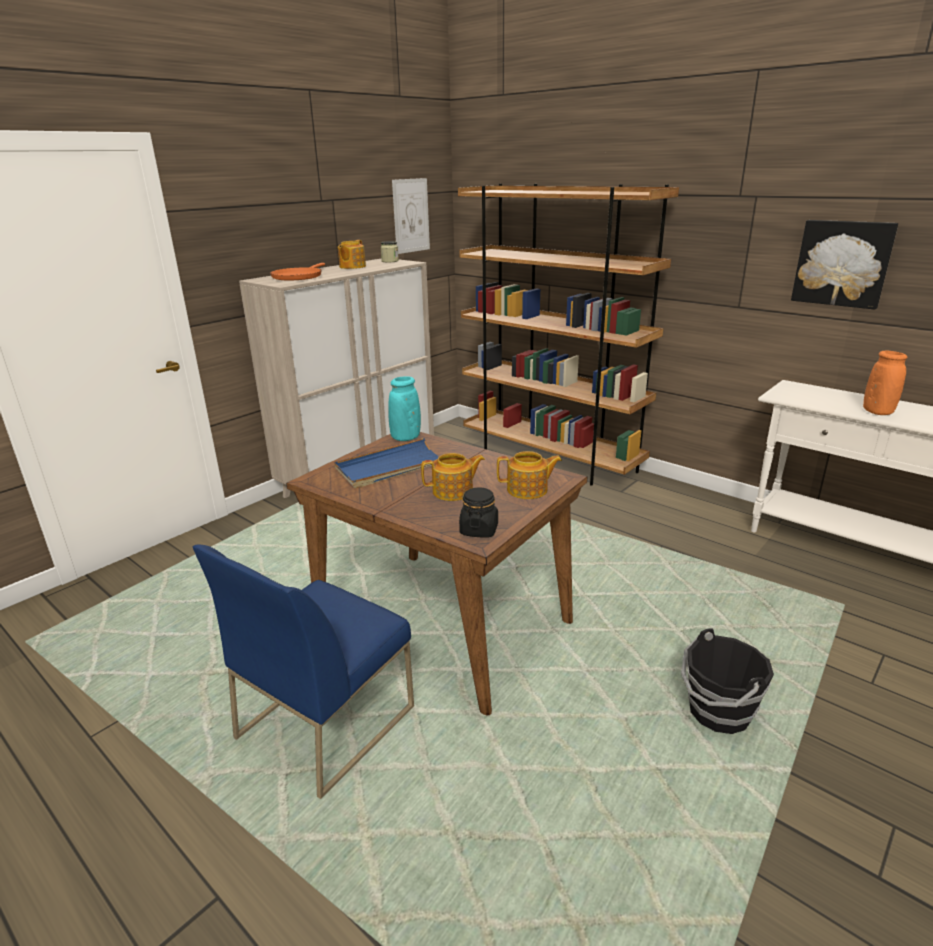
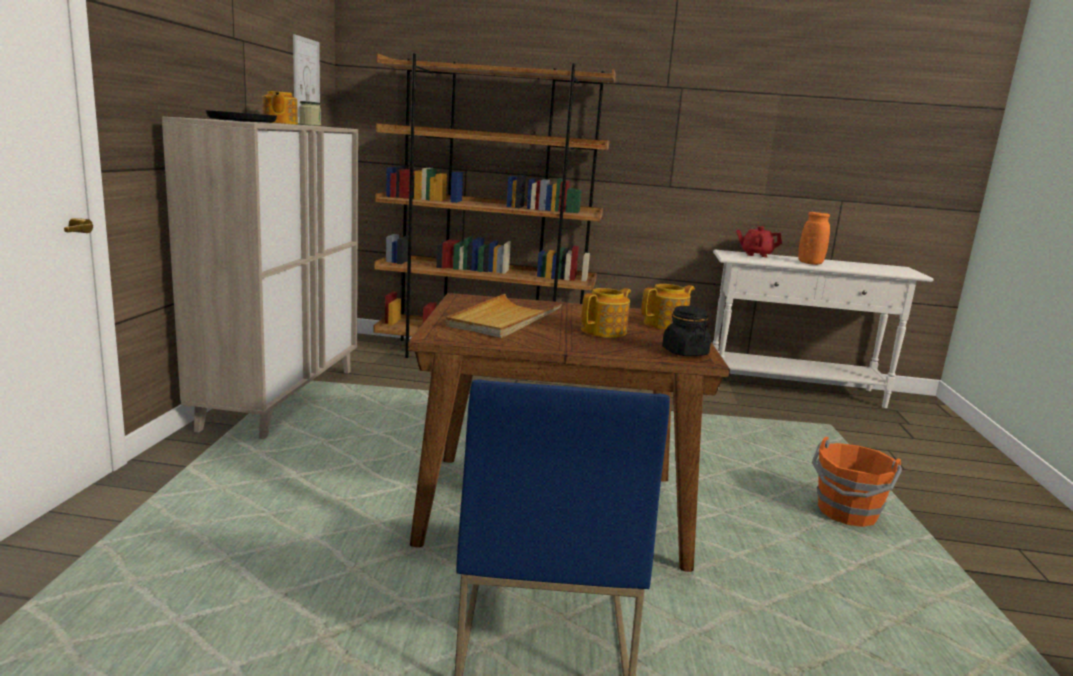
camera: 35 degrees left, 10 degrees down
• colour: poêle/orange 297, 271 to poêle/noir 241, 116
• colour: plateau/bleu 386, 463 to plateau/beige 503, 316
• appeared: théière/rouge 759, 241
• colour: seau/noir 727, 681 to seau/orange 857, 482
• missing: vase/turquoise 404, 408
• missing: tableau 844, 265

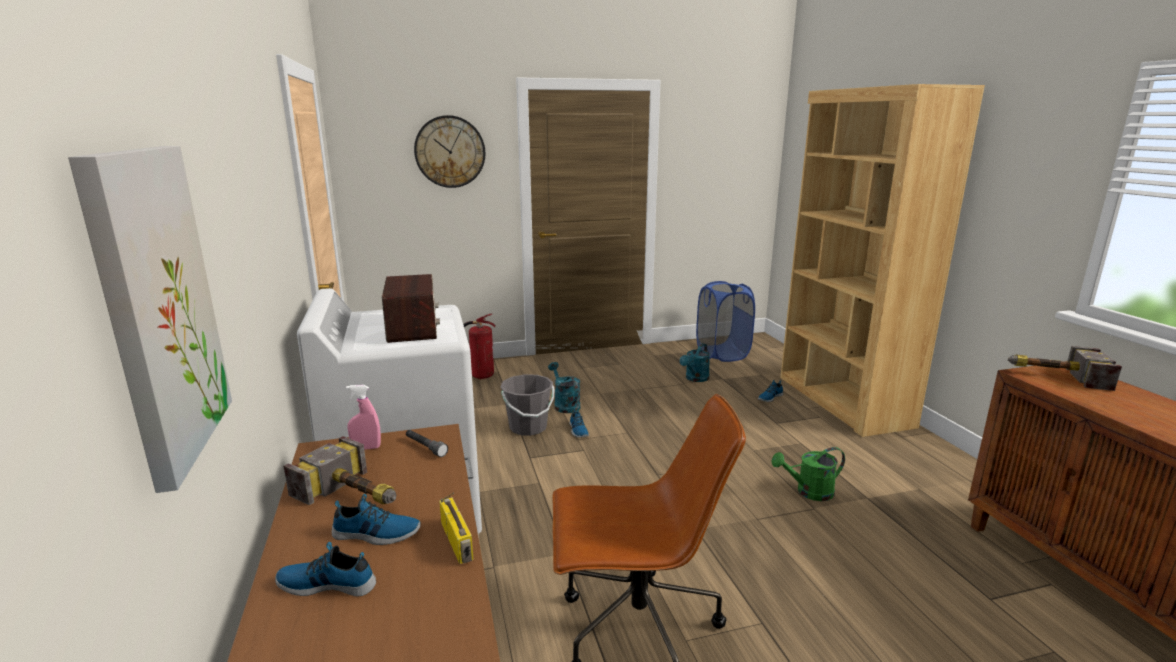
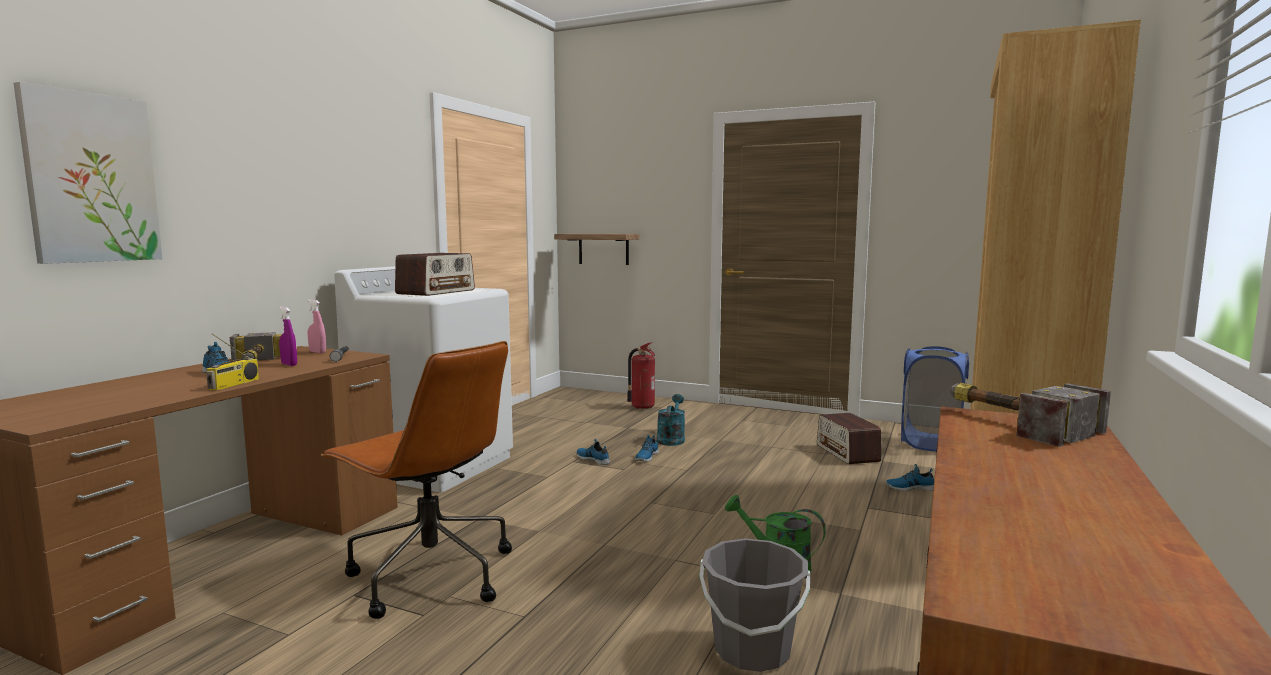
camera: 40 degrees right, 10 degrees down
• appeared: vaporisateur/violet 288, 336
• appeared: étagère 596, 249
• relocated: chaussure 325, 569 to 593, 452
• relocated: seau/gris 527, 405 to 754, 605
• exchanged: arrosoir/turquoise 695, 362 to radio 849, 438
• missing: horloge murale 449, 151

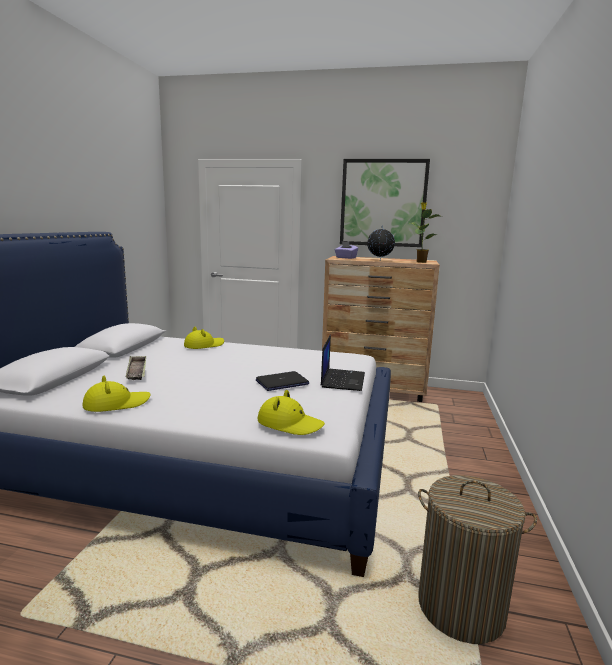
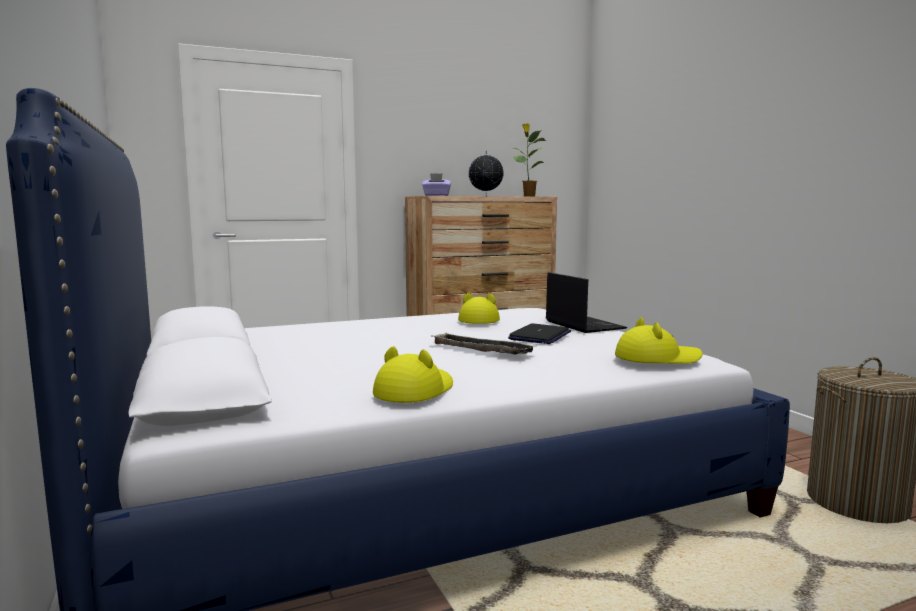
camera: 35 degrees left, 5 degrees down
• relocated: plateau 136, 368 to 483, 343
• relocated: chapeau/jaune 204, 338 to 479, 308
• missing: tableau 385, 203

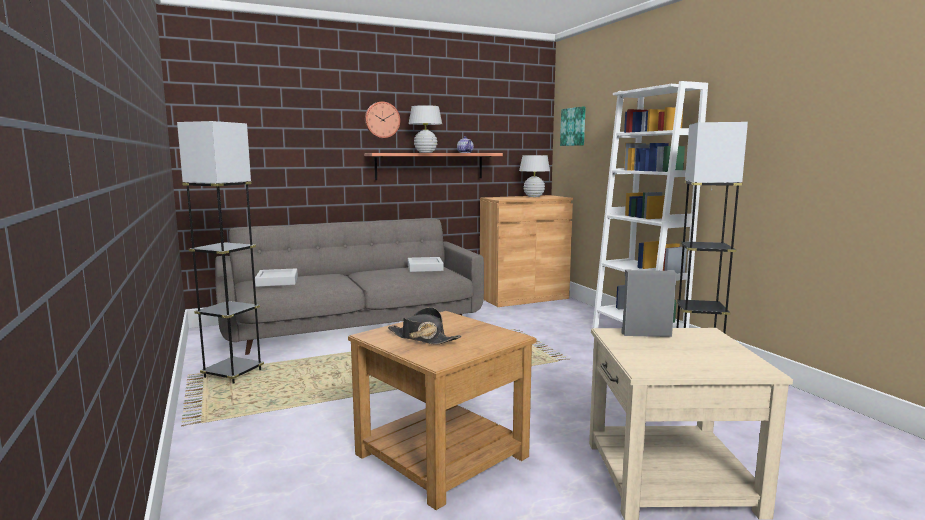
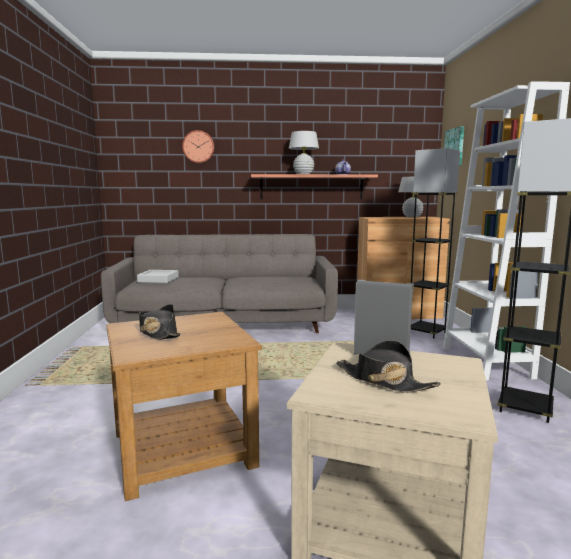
camera: 20 degrees right, 0 degrees up
• relocated: horloge murale 382, 120 to 198, 146
• appeared: chapeau/noir 388, 366
• relocated: lampadaire/gris 220, 252 to 435, 243
• missing: plateau/gris 426, 264

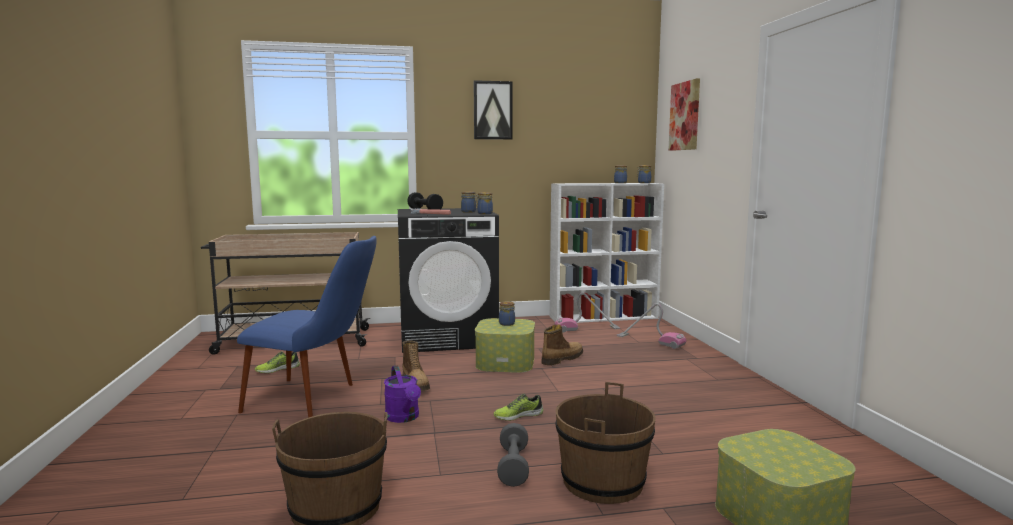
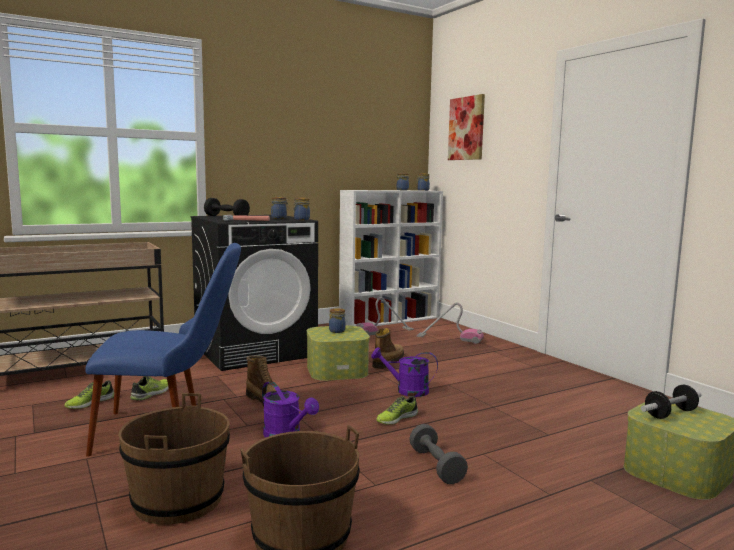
camera: 20 degrees left, 0 degrees up
• relocated: seau/marron 605, 443 to 174, 459
• appeared: chaussure 149, 388
• appeared: arrosoir/violet 404, 372
• appeared: haltère 671, 401
• missing: tableau 493, 110

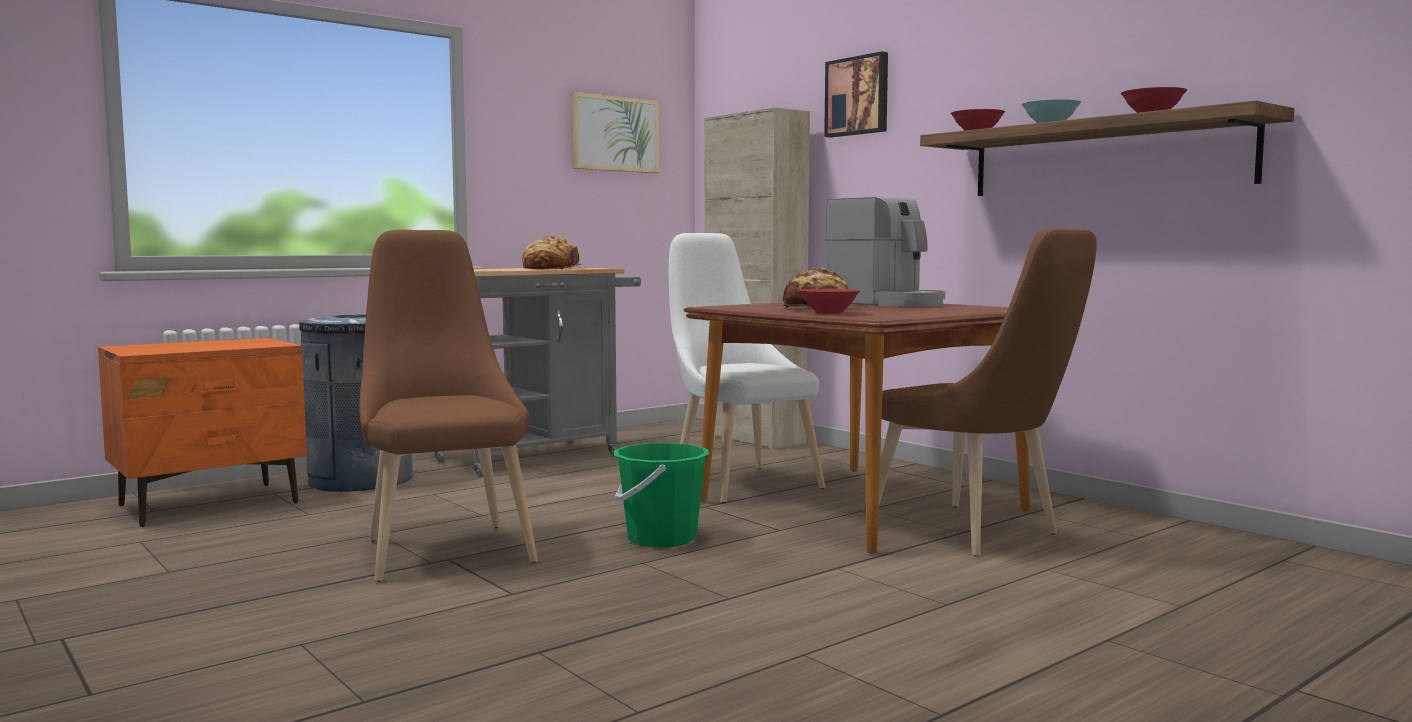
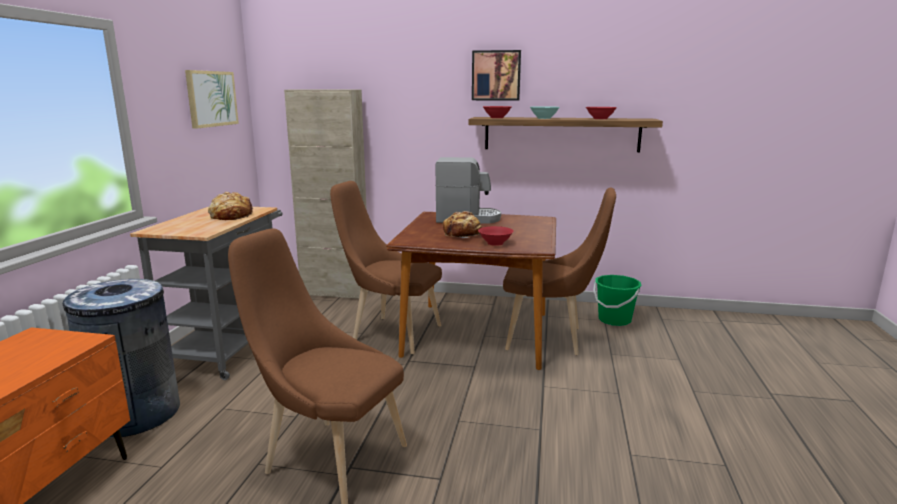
camera: 40 degrees left, 10 degrees up
• colour: chaise/blanc 747, 368 to chaise/marron 386, 267
• relocated: tableau 856, 94 to 496, 75
• relocated: seau/vert 662, 495 to 617, 300

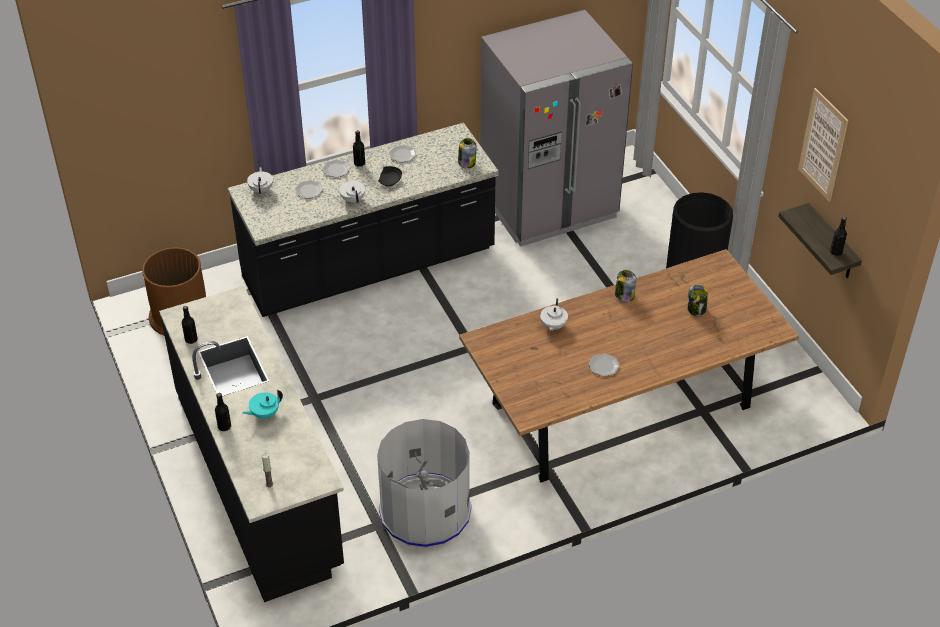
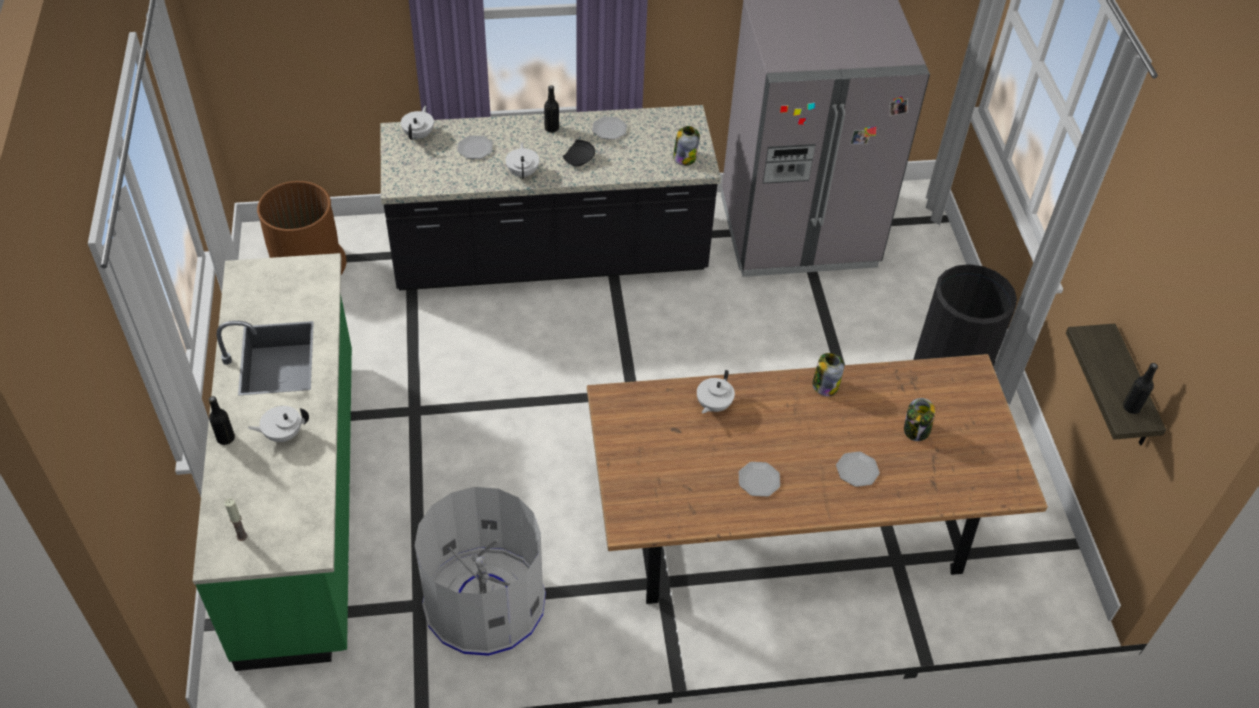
camera: 15 degrees right, 5 degrees up
• colour: comptoir de cuisine/noir 251, 444 to comptoir de cuisine/vert 272, 462
• colour: théière/turquoise 263, 404 to théière/blanc 278, 424
• relocated: assiette 336, 168 to 858, 469
• missing: bouteille/noir 190, 325
• missing: tableau 823, 145

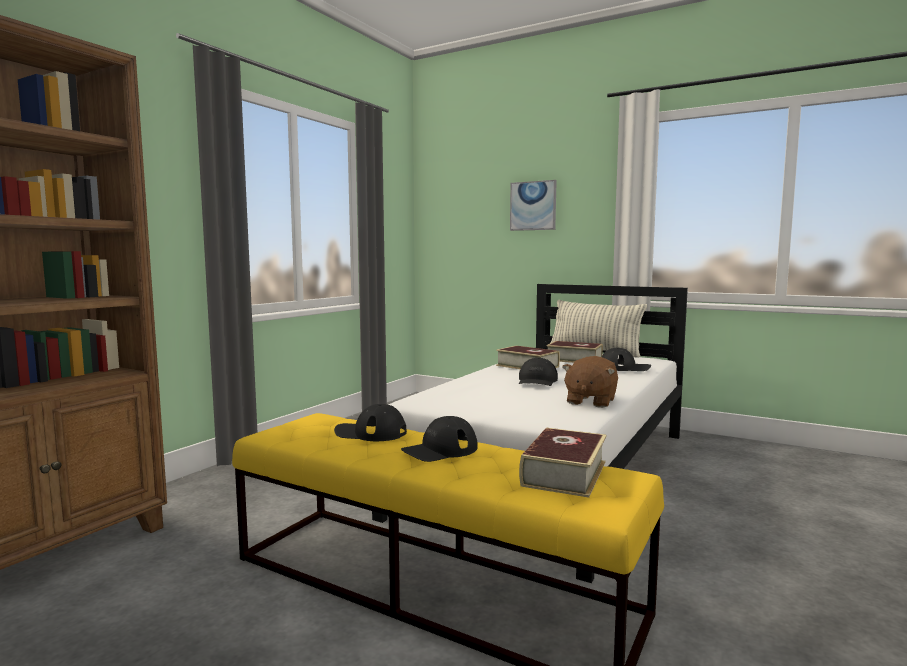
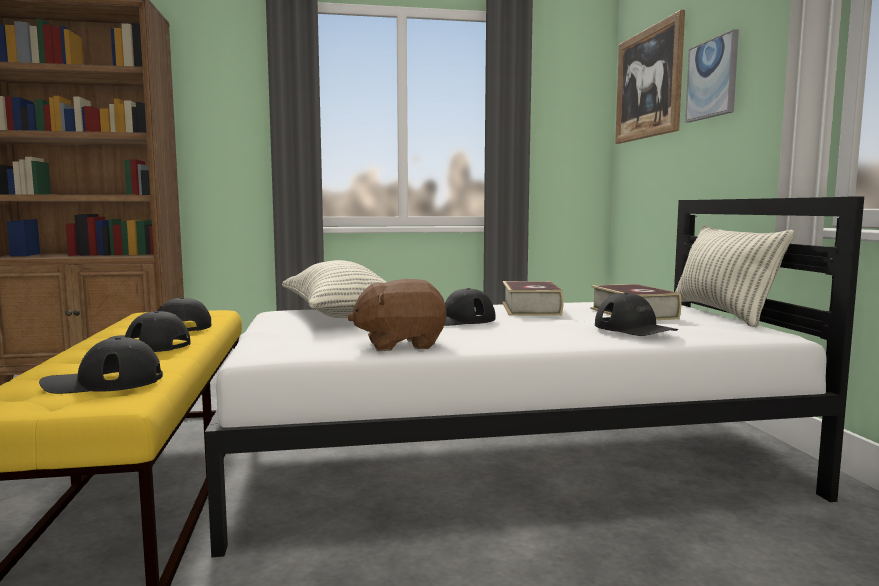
camera: 50 degrees right, 0 degrees up
• exchanged: livre 562, 463 to casquette/noir 101, 365
• appeared: coussin 334, 289
• appeared: tableau 650, 77

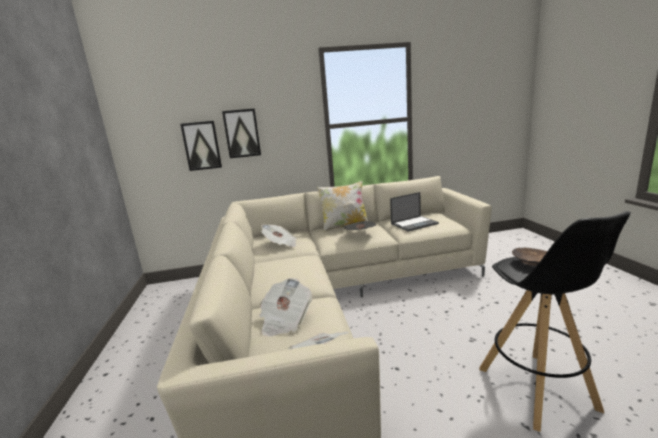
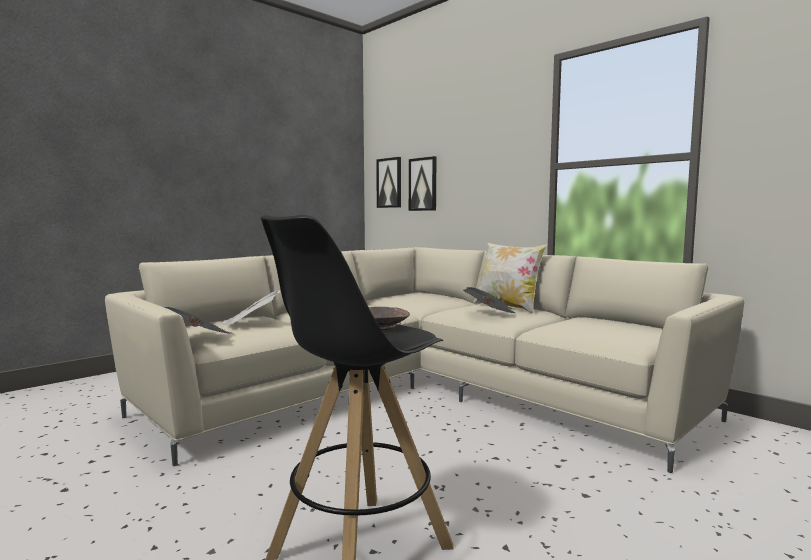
camera: 55 degrees right, 10 degrees down
• relocated: tableau 241, 133 to 388, 182
• missing: journal 279, 236
• missing: ordinateur portable 414, 212

